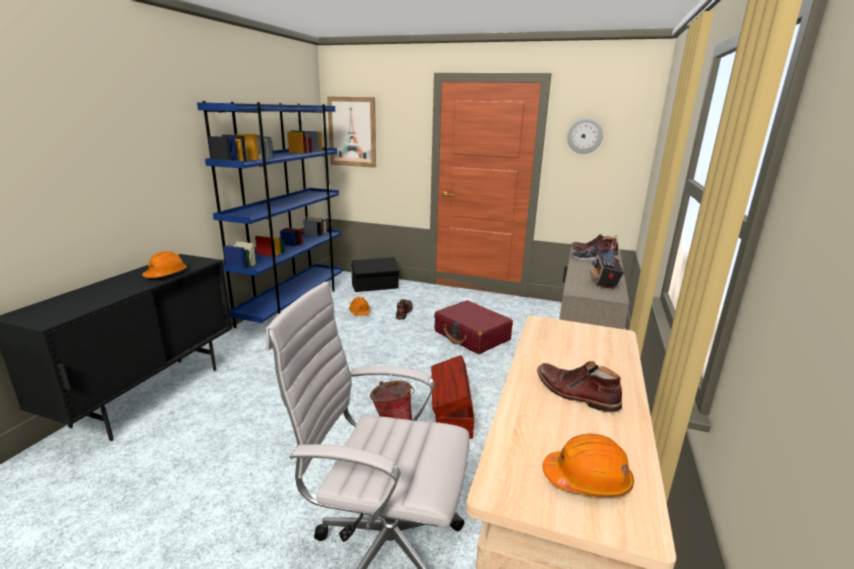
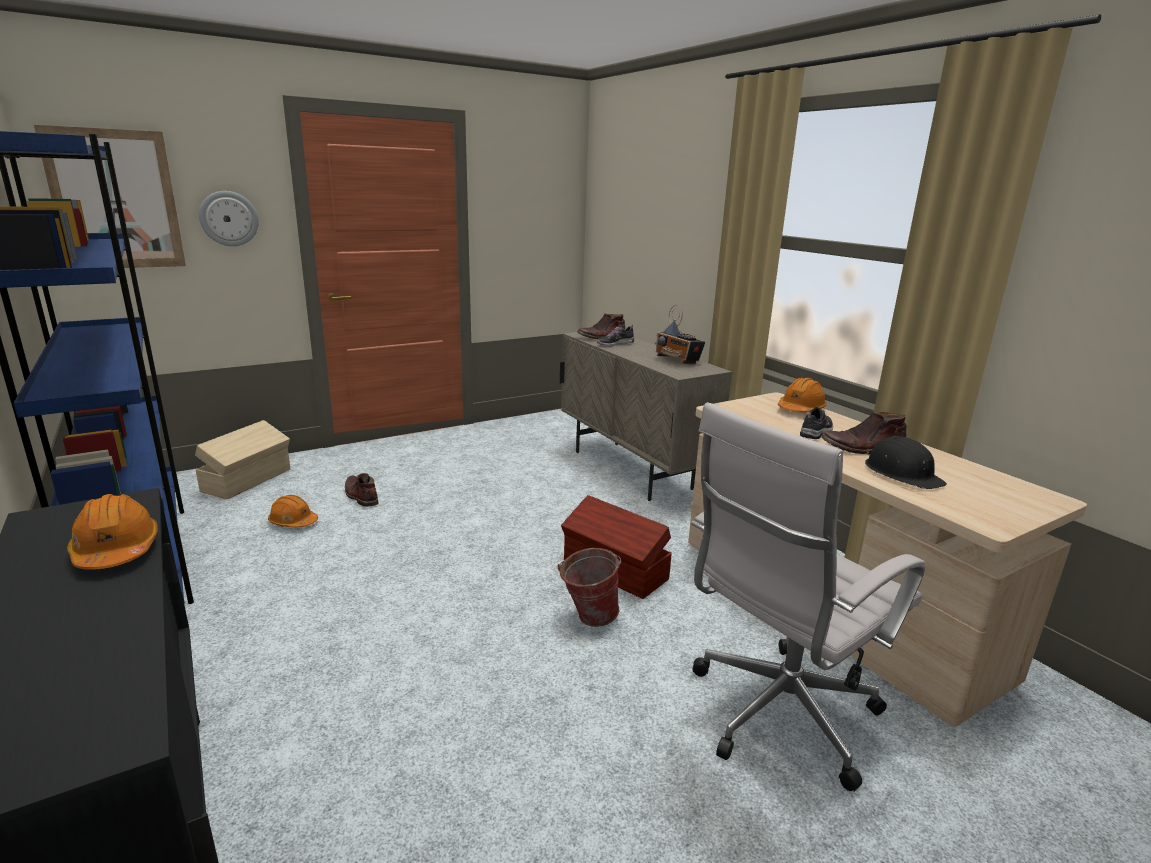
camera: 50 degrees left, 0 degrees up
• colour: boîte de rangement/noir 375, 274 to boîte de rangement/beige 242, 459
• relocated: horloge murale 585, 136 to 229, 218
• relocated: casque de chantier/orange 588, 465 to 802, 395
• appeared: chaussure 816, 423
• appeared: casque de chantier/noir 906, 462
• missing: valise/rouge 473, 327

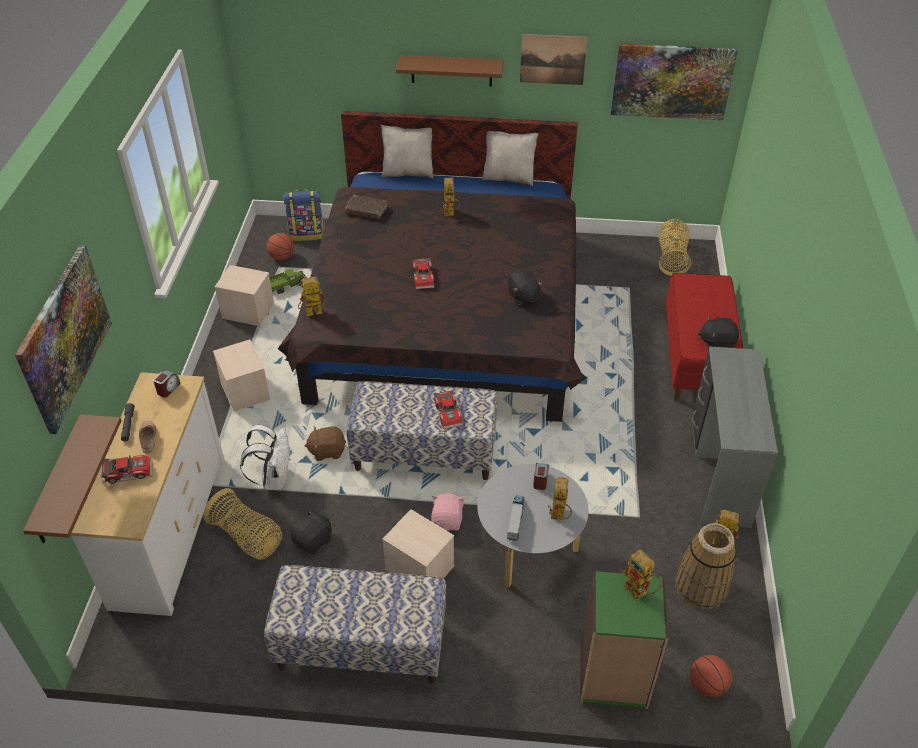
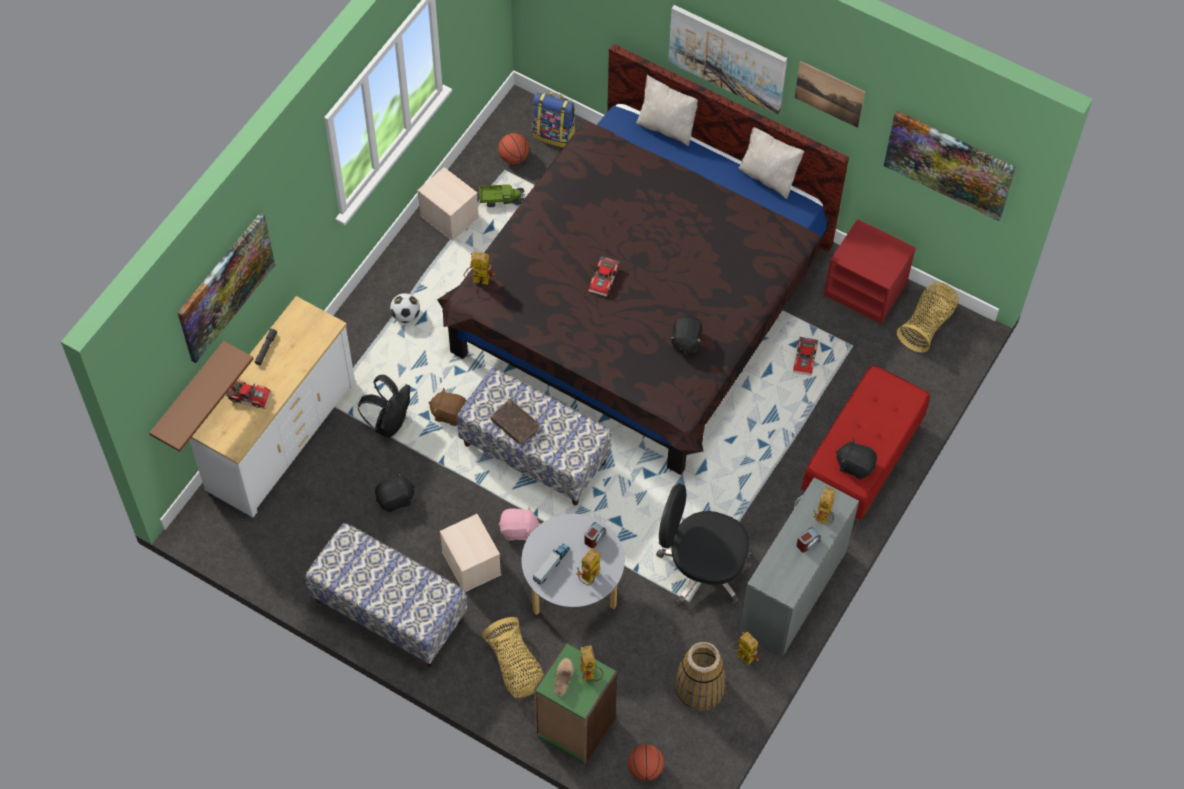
camera: 25 degrees right, 15 degrees up
• colour: sac à dos/blanc 265, 457 to sac à dos/noir 384, 406
• exchanged: boîte de rangement/beige 241, 375 to ballon de foot 405, 308
• relocated: panier 242, 524 to 513, 657
• relocated: livre/marron 366, 206 to 515, 422
• spun: peluche/rose 448, 512 = 519, 523 60 degrees clockwise
• relocated: chaussure/beige 148, 436 to 564, 677
• appeared: chaise de bureau/noir 704, 545
• exchanged: étagère/marron 450, 71 to tableau 727, 59
• relocated: petite voiture 448, 409 to 805, 356
• relocated: réveil 166, 384 to 808, 540
• relocated: robot jouet 451, 197 to 824, 506
• appeared: table de chevet/rouge 870, 271

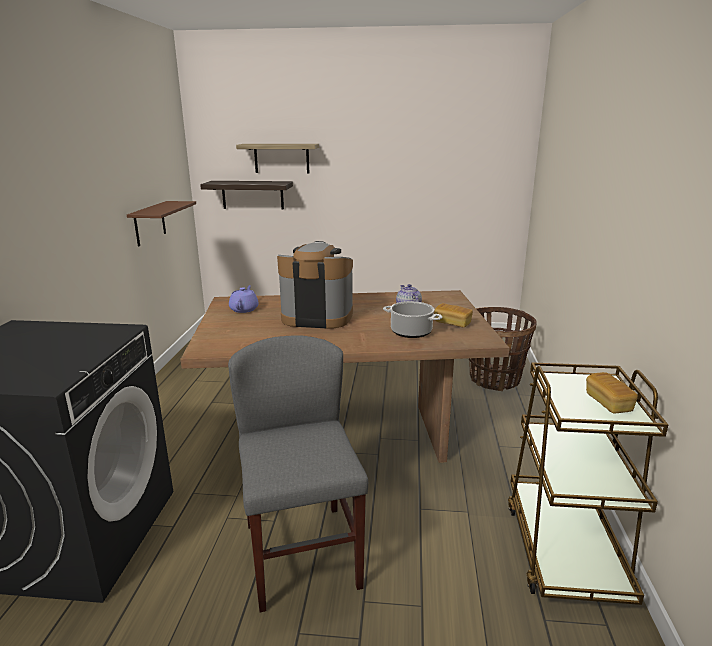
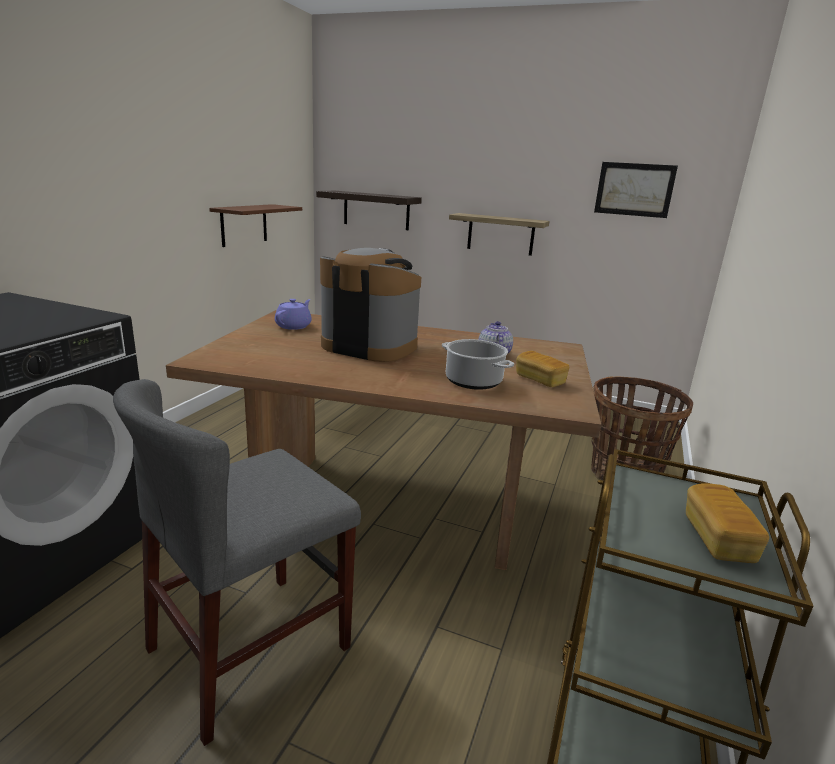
camera: 15 degrees right, 0 degrees up
• spun: chaise/gris 298, 474 = 237, 562 135 degrees counterclockwise
• relocated: étagère 277, 158 to 499, 234
• appeared: tableau 636, 190

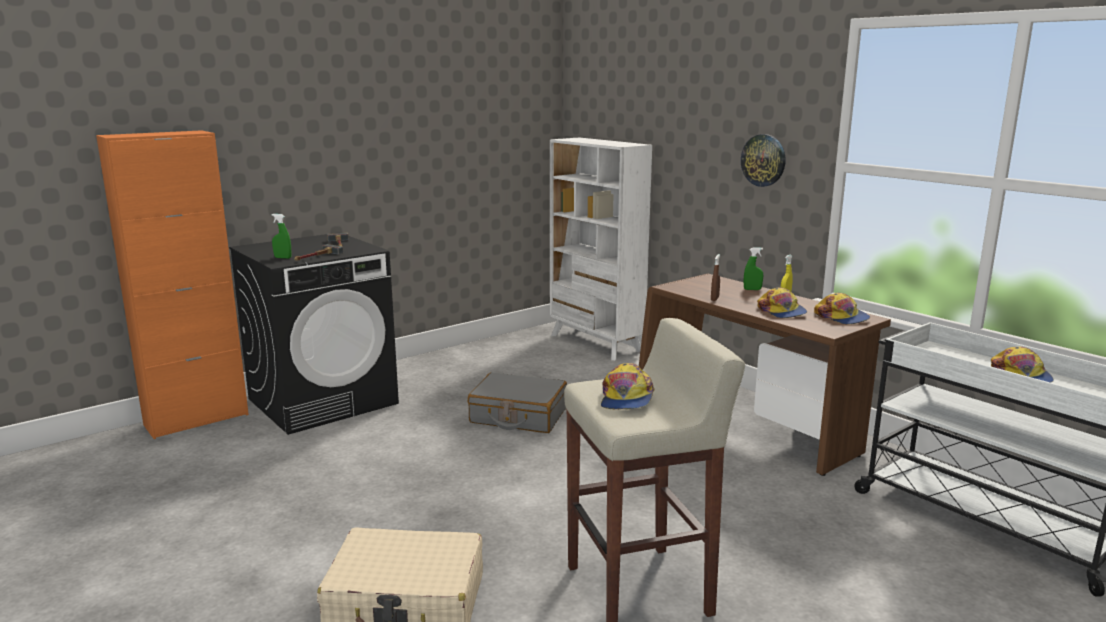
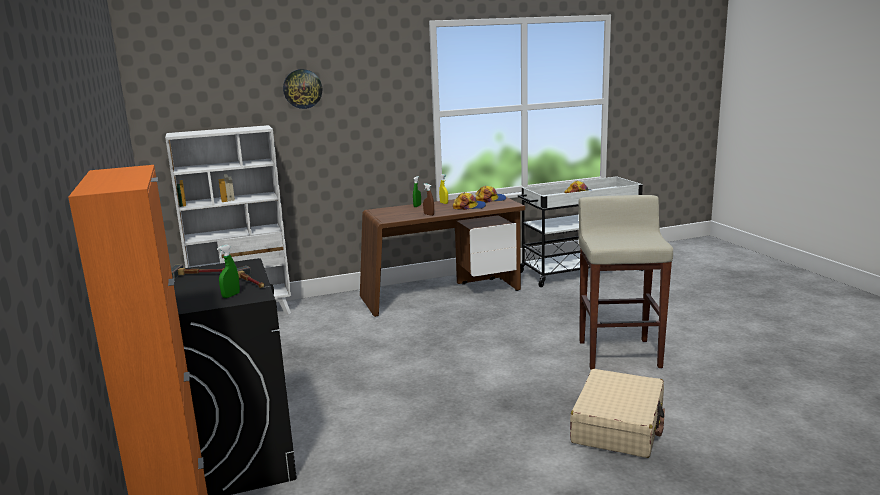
camera: 70 degrees left, 0 degrees up
• relocated: horloge murale 763, 160 to 302, 89
• missing: valise/gris 517, 402
• missing: casquette 627, 386

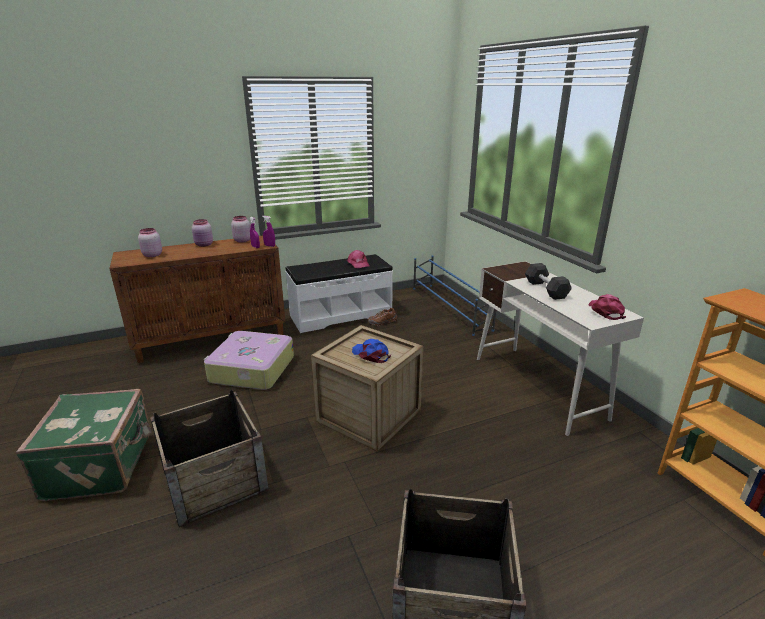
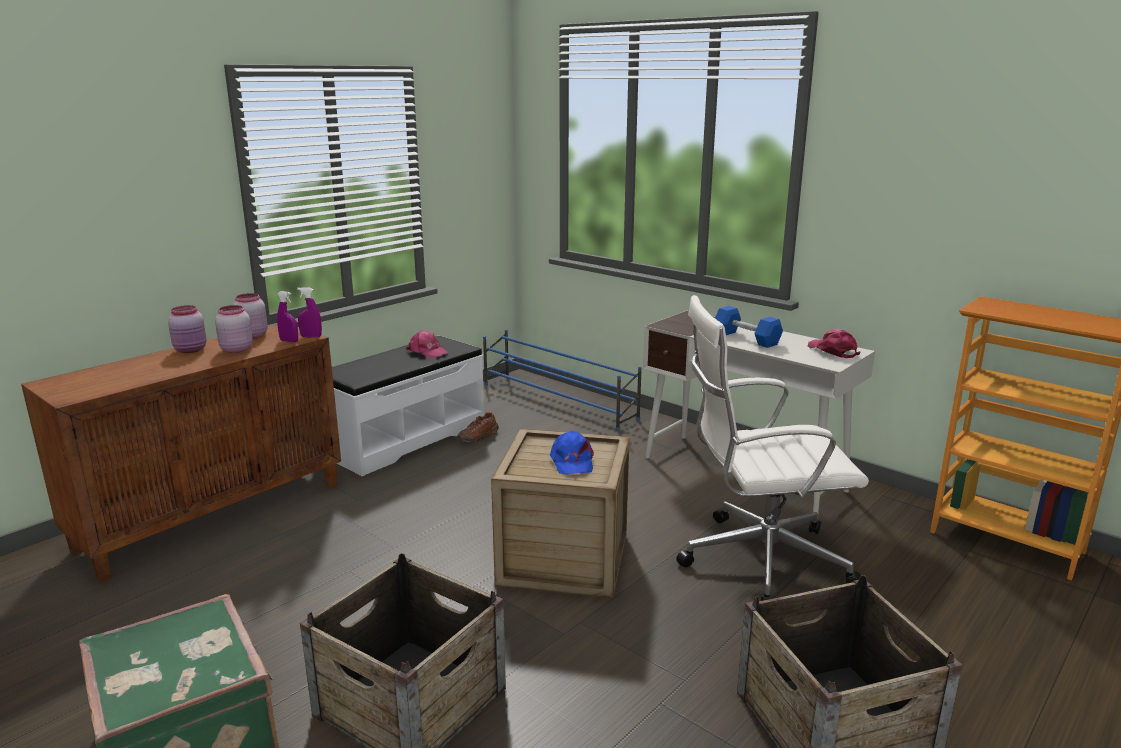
camera: 25 degrees left, 5 degrees down
• relocated: bocal/rose 150, 242 to 234, 329
• spun: casquette/bleu 371, 351 = 572, 453 120 degrees counterclockwise
• appeared: chaise de bureau/blanc 772, 448
• colour: haltère/gris 548, 281 to haltère/bleu 749, 327
• missing: valise 249, 360

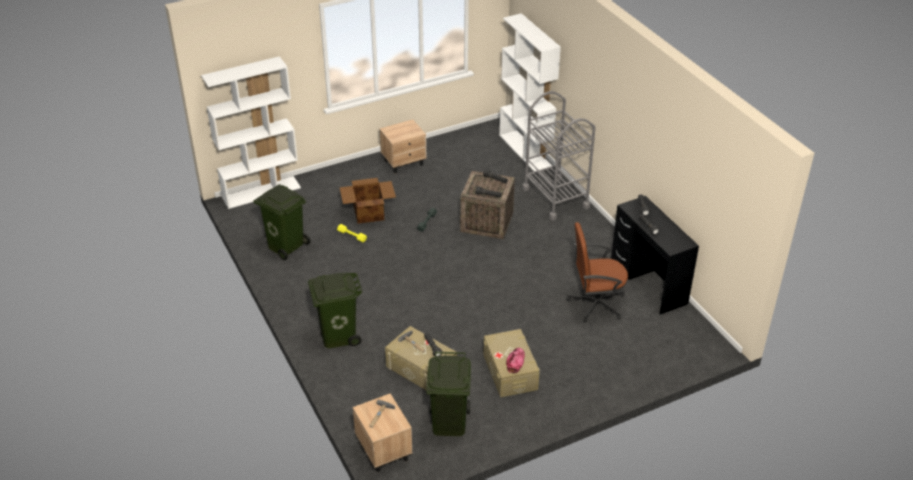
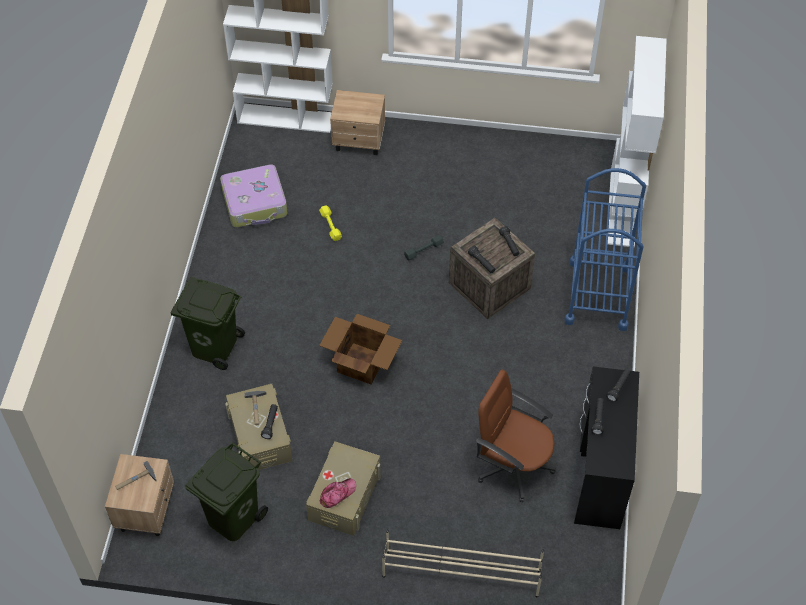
camera: 35 degrees right, 15 degrees up
• exchanged: poubelle/vert 282, 222 to valise 254, 196
• relocated: carton 367, 201 to 360, 349
• relocated: table de chevet/beige 403, 146 to 357, 122
• appeared: étagère à chaussures/beige 463, 563
• colour: chariot/gris 559, 155 to chariot/bleu 605, 249

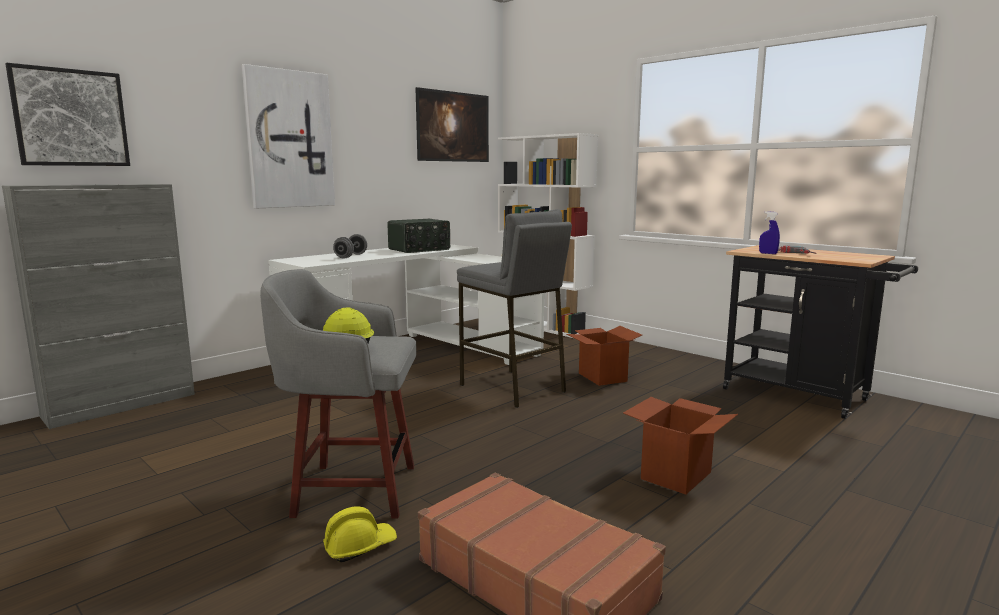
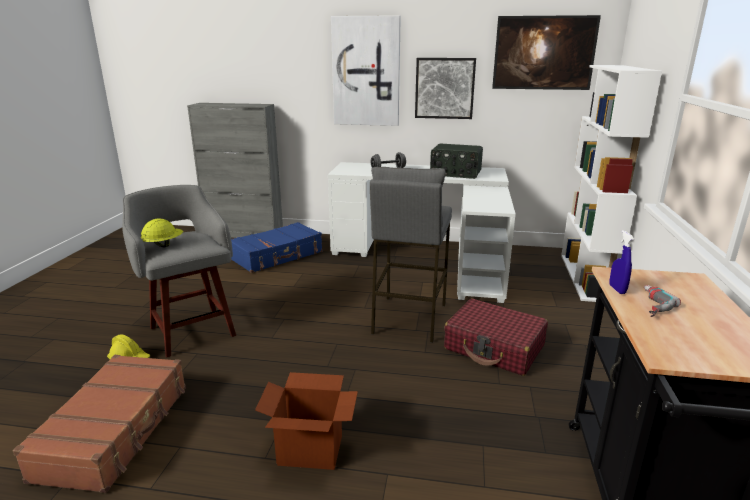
camera: 55 degrees right, 10 degrees up
• appeared: valise/bleu 276, 247
• relocated: tableau 67, 114 to 445, 88
• exchanged: carton 604, 356 to valise/rouge 496, 337

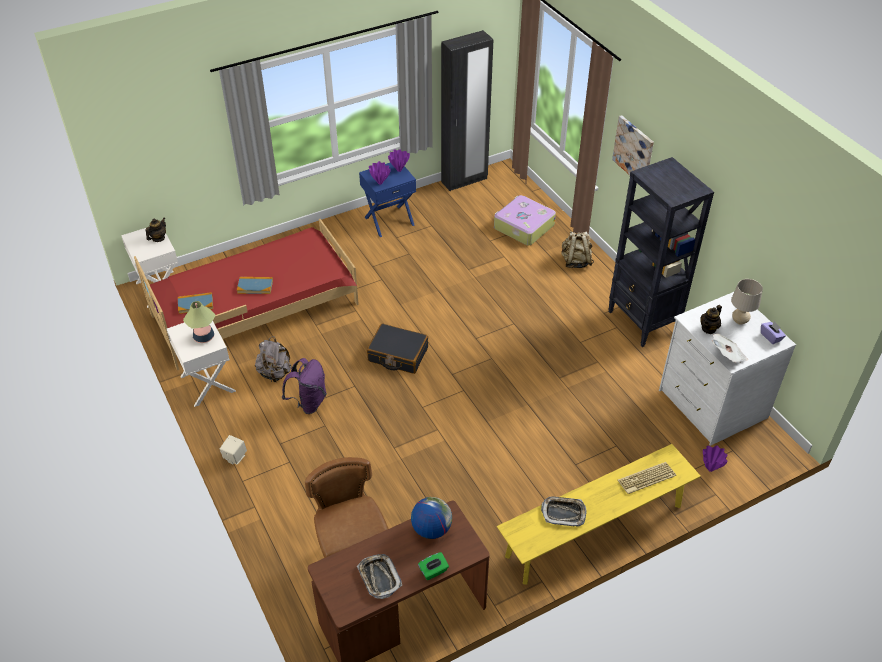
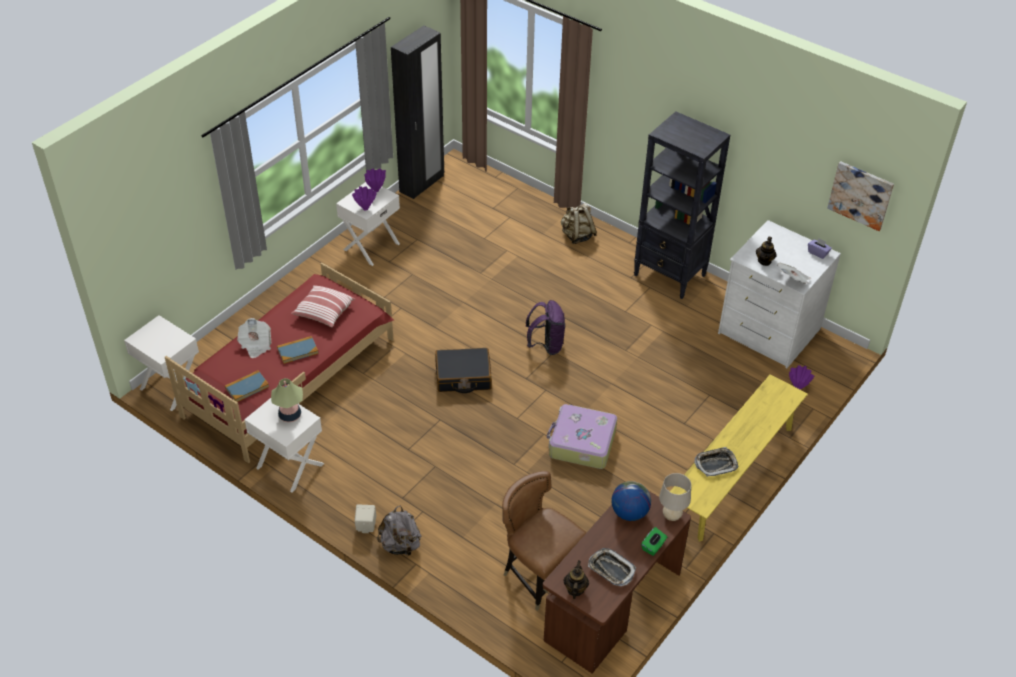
camera: 25 degrees left, 0 degrees up
• appeared: journal 254, 338
• appeared: coussin 323, 306
• colour: table de chevet/bleu 387, 200 to table de chevet/blanc 368, 224
• relocated: sac à dos/gris 273, 359 to 399, 531
• relocated: sac à dos/violet 304, 386 to 545, 327
• relocated: valise 525, 220 to 582, 436
• relocated: théière 155, 230 to 576, 580
• relocated: lampe de table/beige 747, 302 to 675, 497
• relocated: tableau 633, 145 to 860, 196
• missing: clavier 646, 478

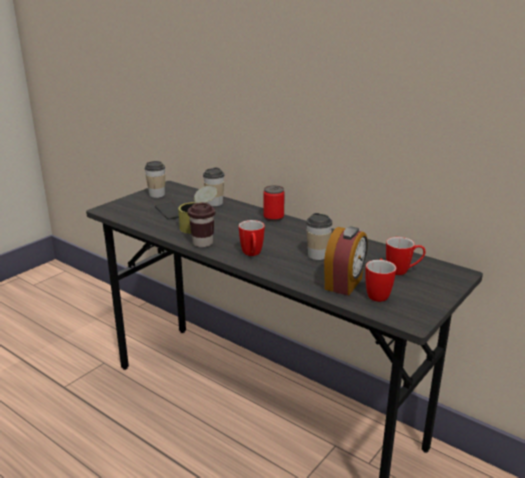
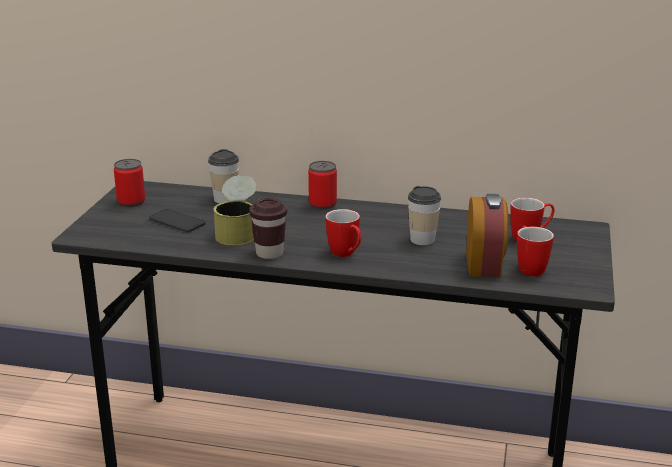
camera: 25 degrees left, 0 degrees up
• exchanged: tasse 154, 179 to boîte métallique 129, 183

